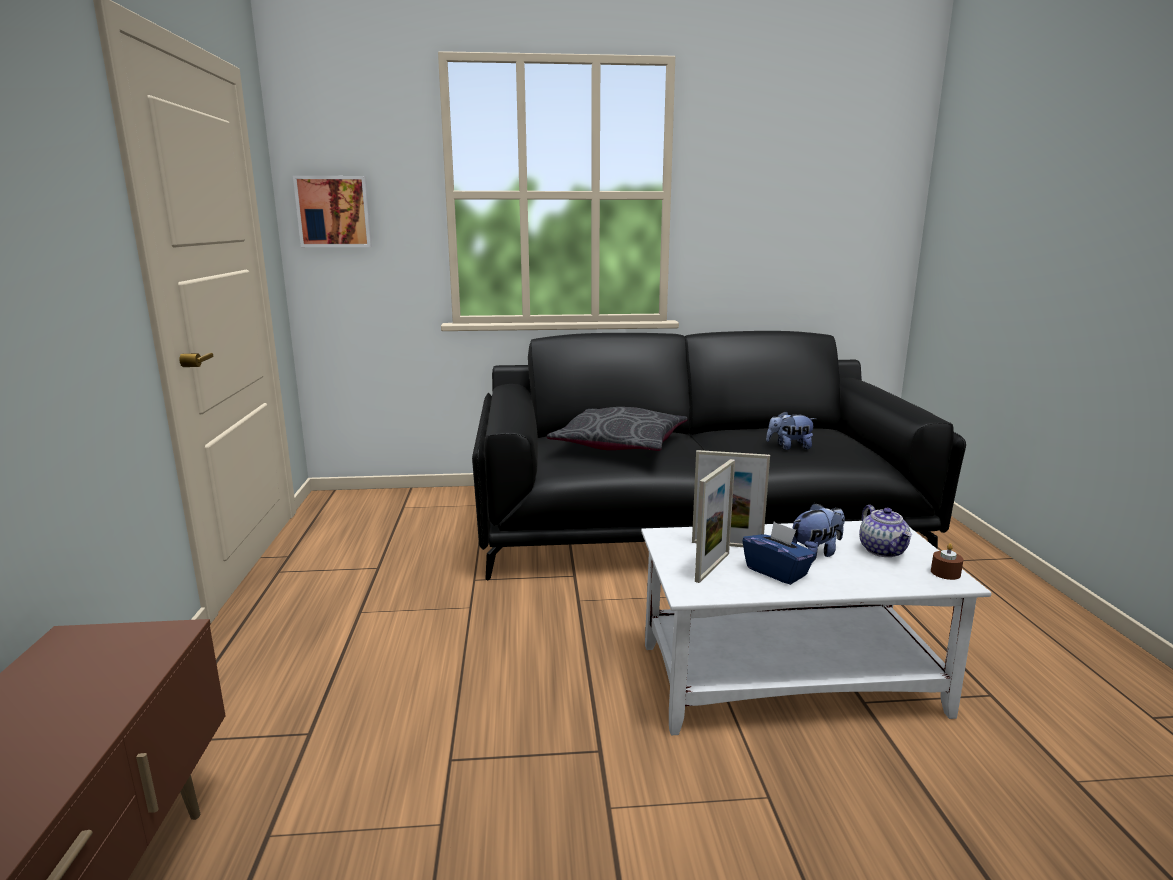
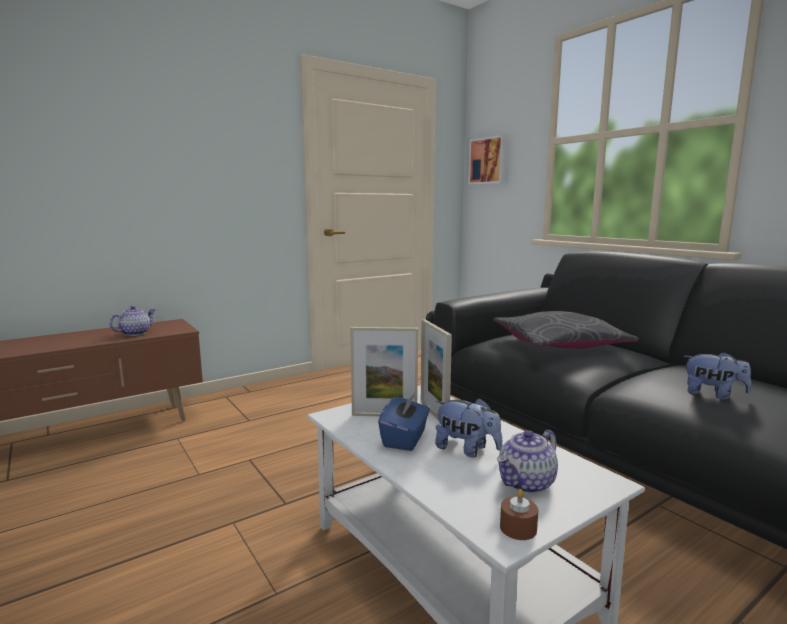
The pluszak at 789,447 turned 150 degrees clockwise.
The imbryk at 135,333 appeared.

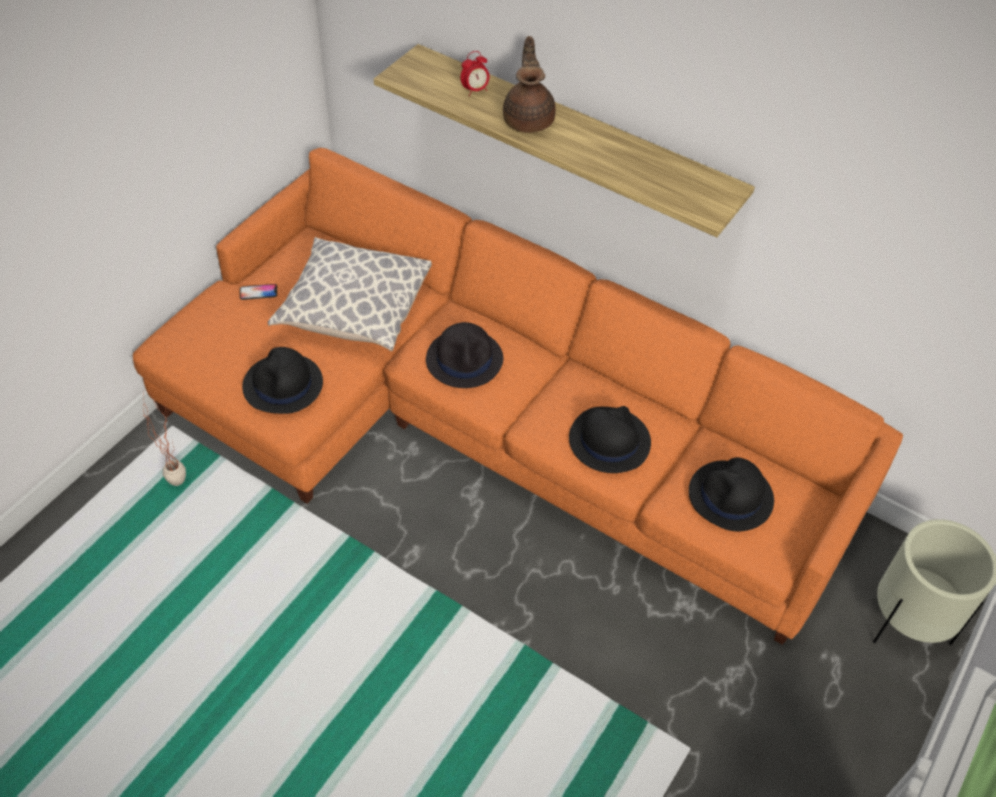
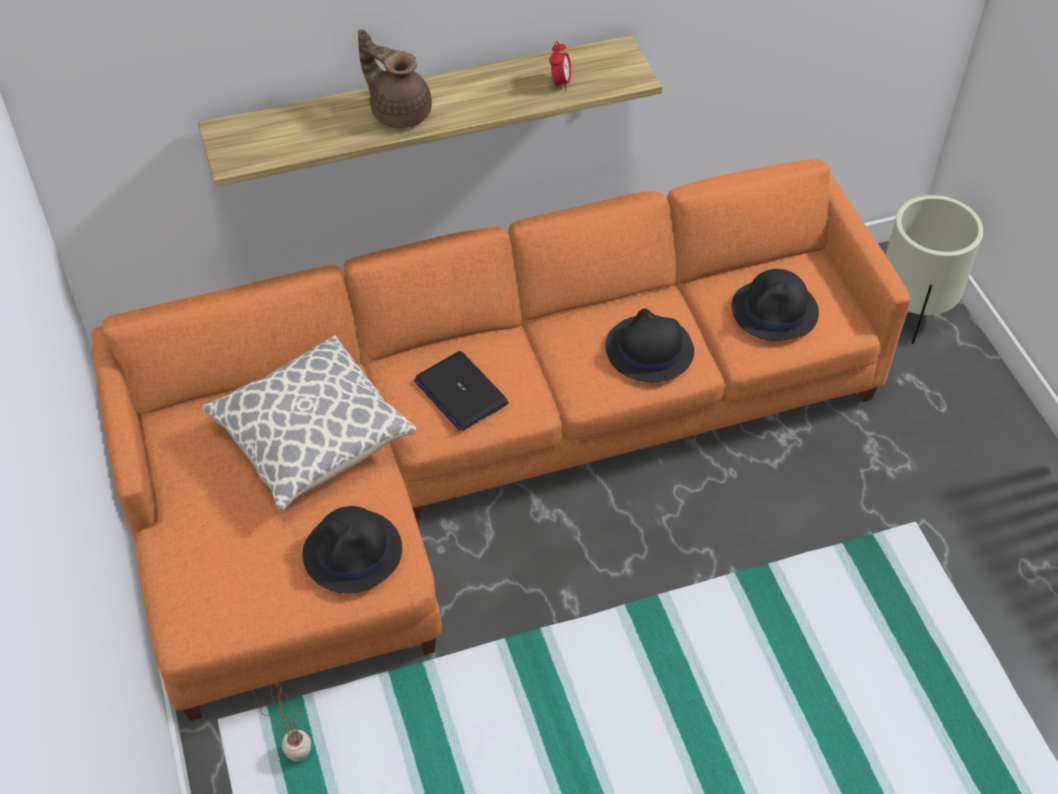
The budzik moved from 475,90 to 560,83.
The telefon at 258,292 disappeared.
The kapelusz (czarny) at 465,359 was replaced by the laptop at 460,392.

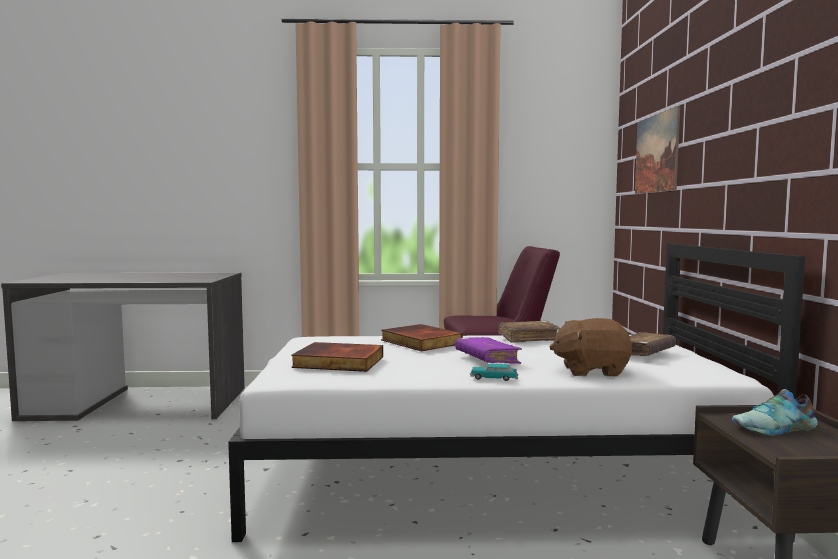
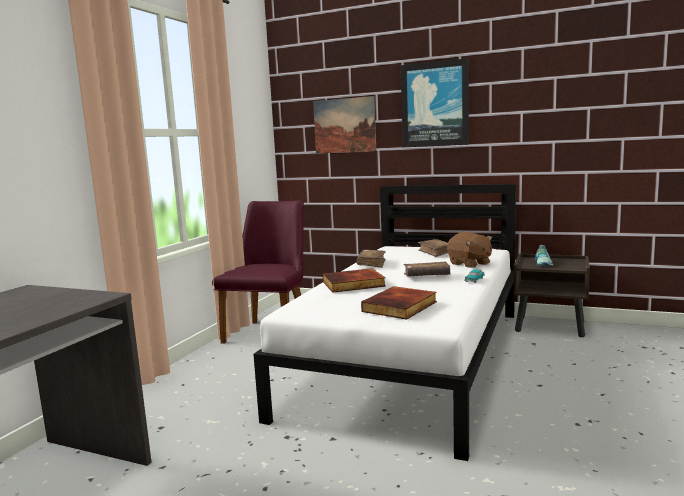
The pluszak (brązowy) at 591,371 turned 60 degrees counterclockwise.
The książka (fioletowy) at 487,359 became the książka (brązowy) at 426,276.
The obraz at 435,104 appeared.

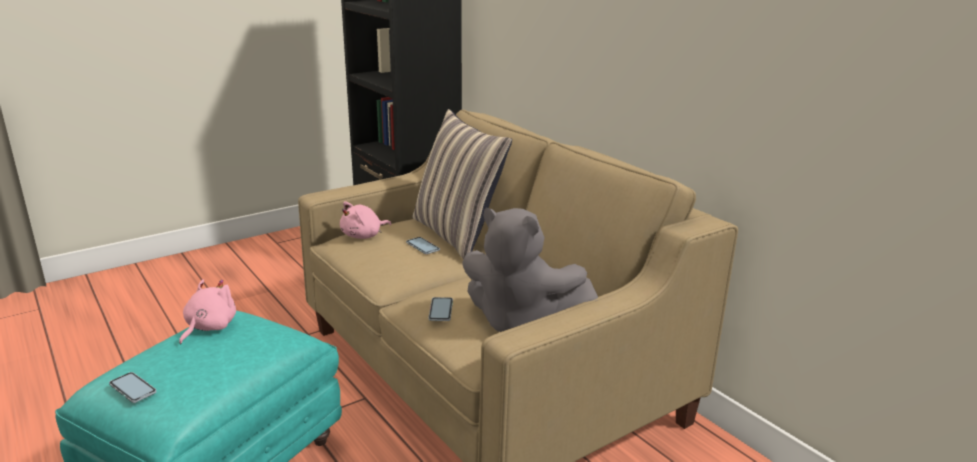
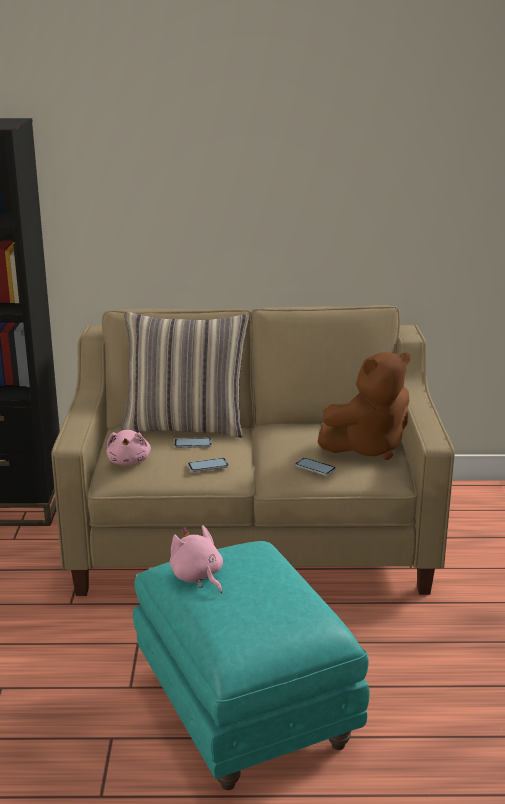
The pluszak (szary) at 521,323 became the pluszak (brązowy) at 368,447.
The telefon moved from 133,388 to 208,465.

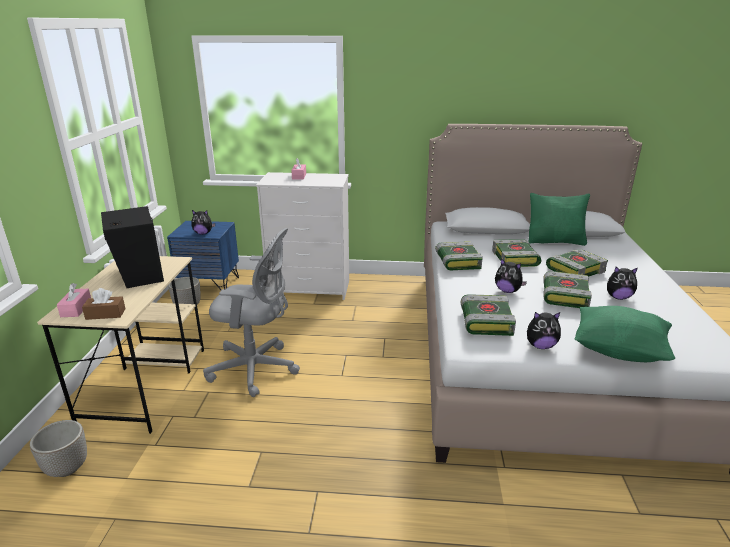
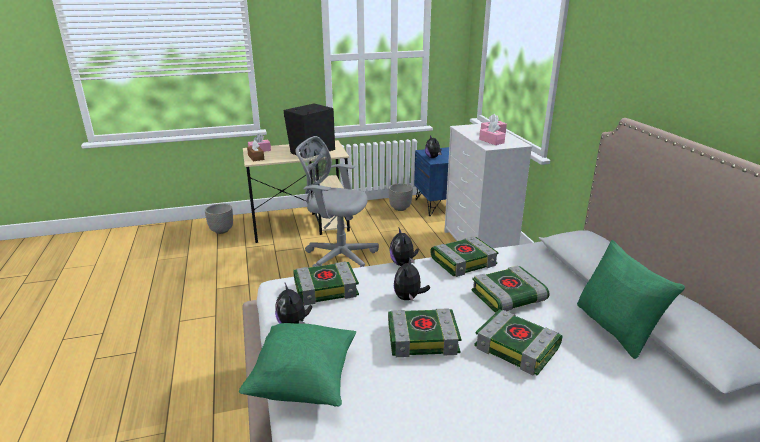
The krzesło biurowe (szary) at 256,369 turned 120 degrees clockwise.
The pluszak moved from 618,297 to 403,264.
The pudełko chusteczek (różowy) at 491,141 appeared.

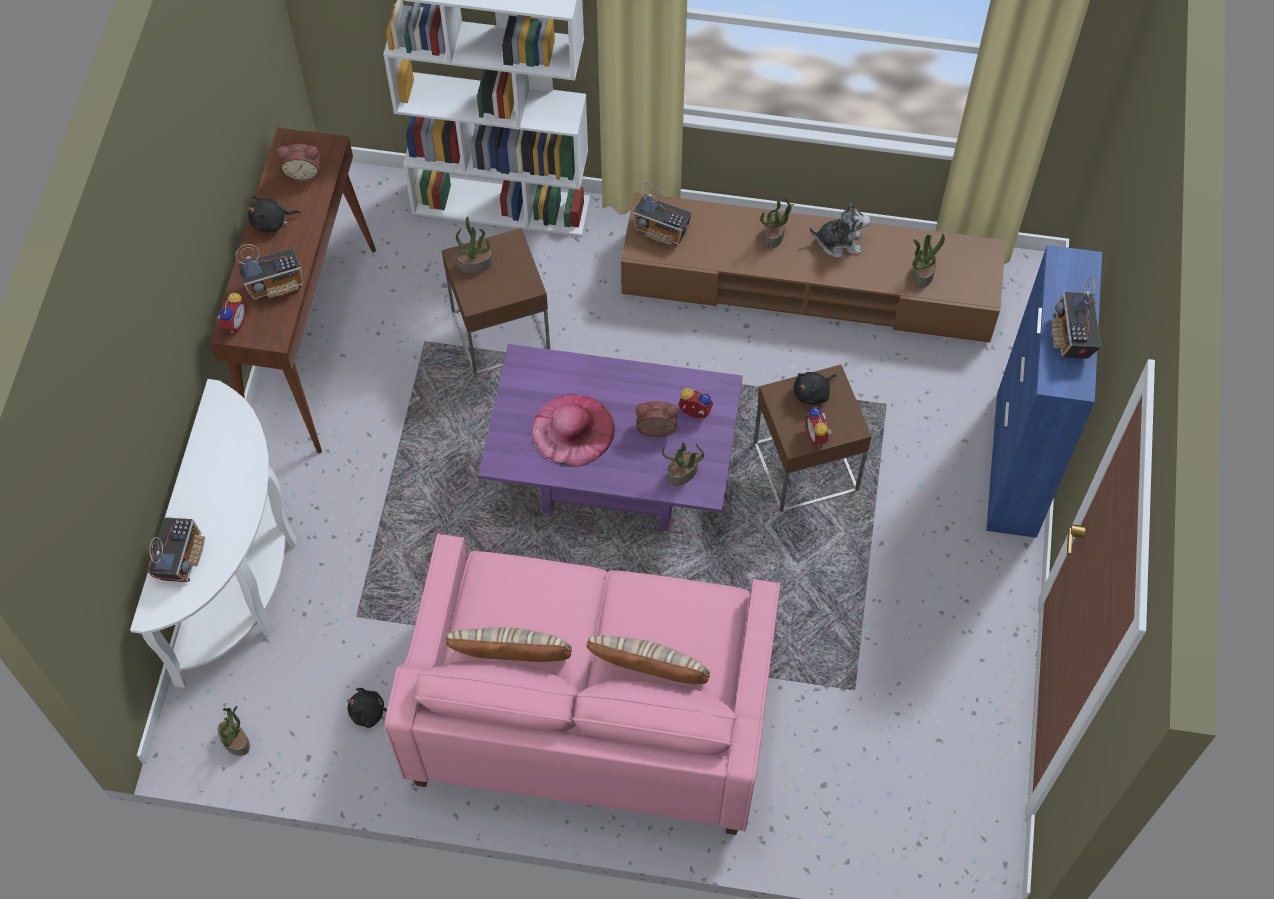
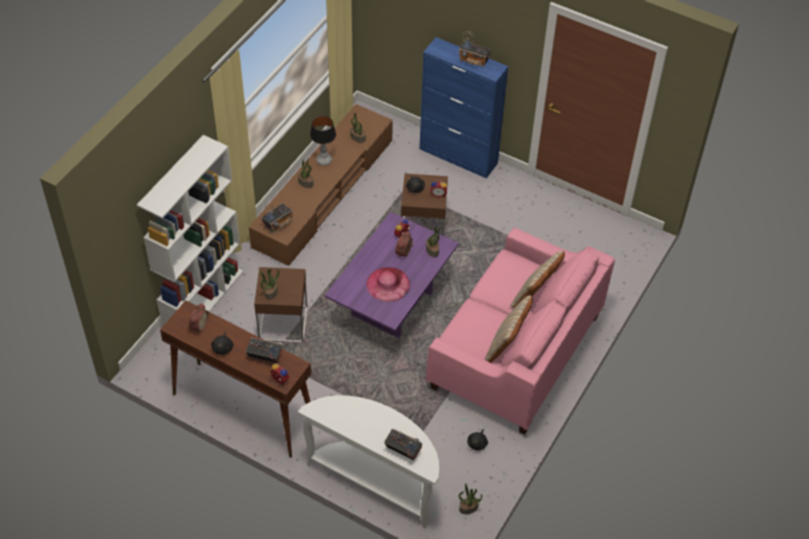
The pluszak at 839,242 was replaced by the lampa stołowa at 323,160.
The radio at 275,284 turned 75 degrees counterclockwise.

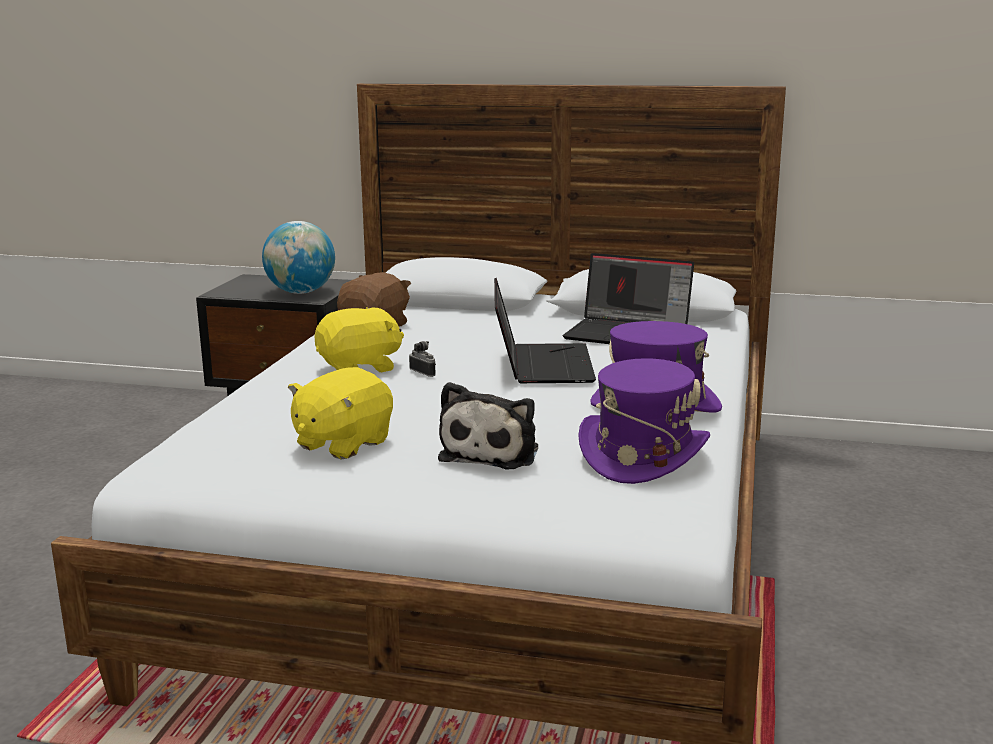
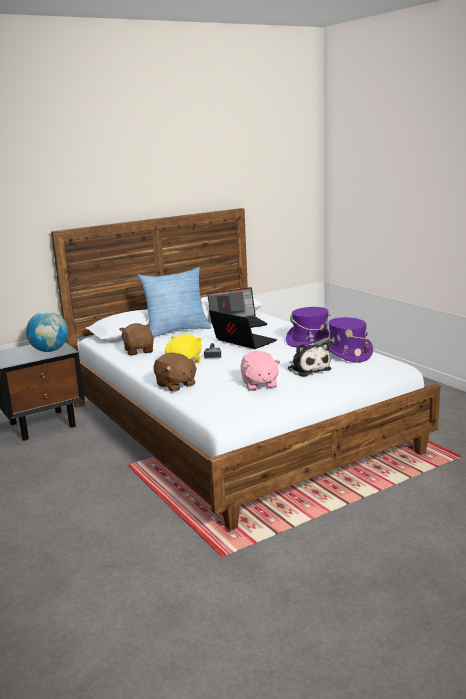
The pluszak (żółty) at 342,444 became the pluszak (różowy) at 259,384.
The poduszka at 176,331 appeared.
The pluszak (brązowy) at 176,385 appeared.

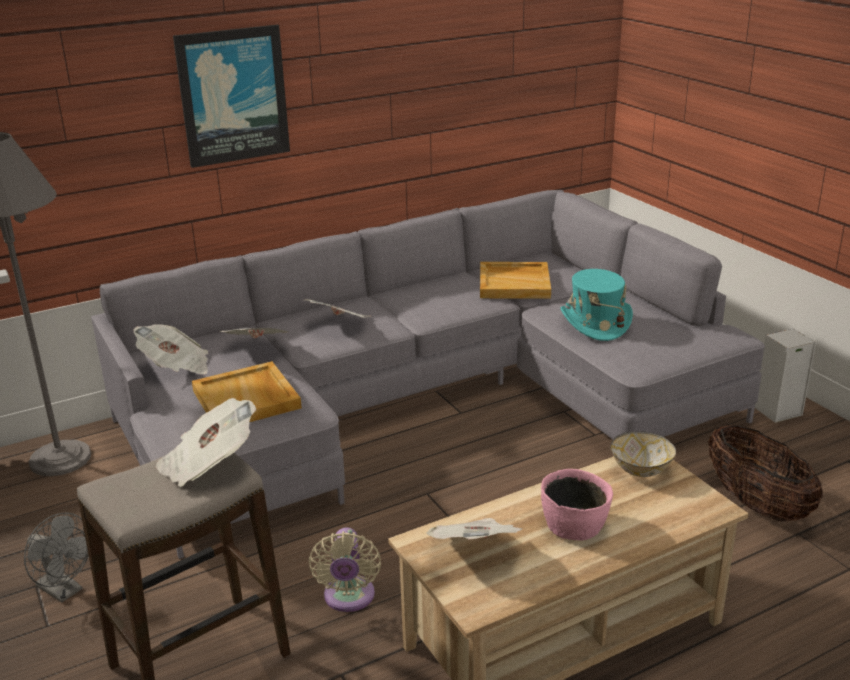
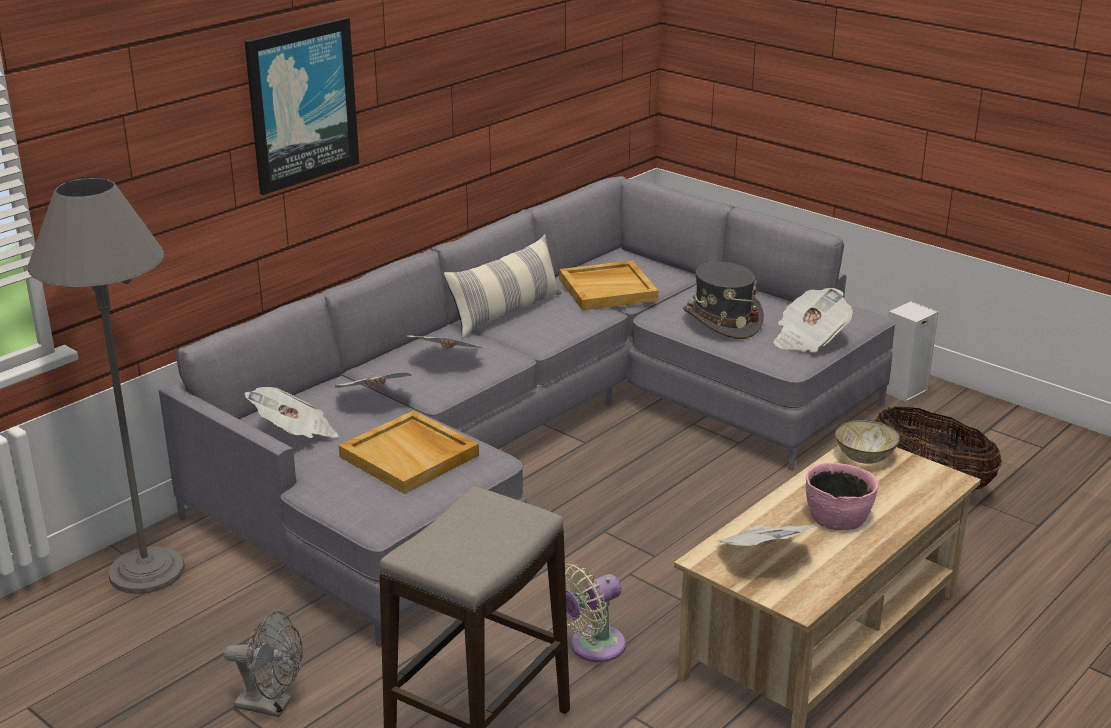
The kapelusz (turkusowy) at 595,323 became the kapelusz (szary) at 722,321.
The gazeta moved from 208,464 to 808,339.
The wentylator (beżowy) at 349,598 turned 75 degrees clockwise.
The poduszka at 506,312 appeared.

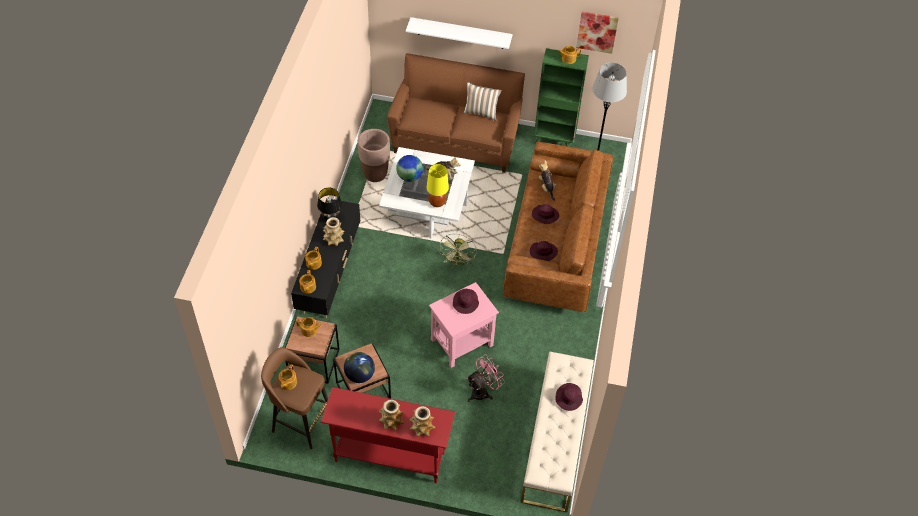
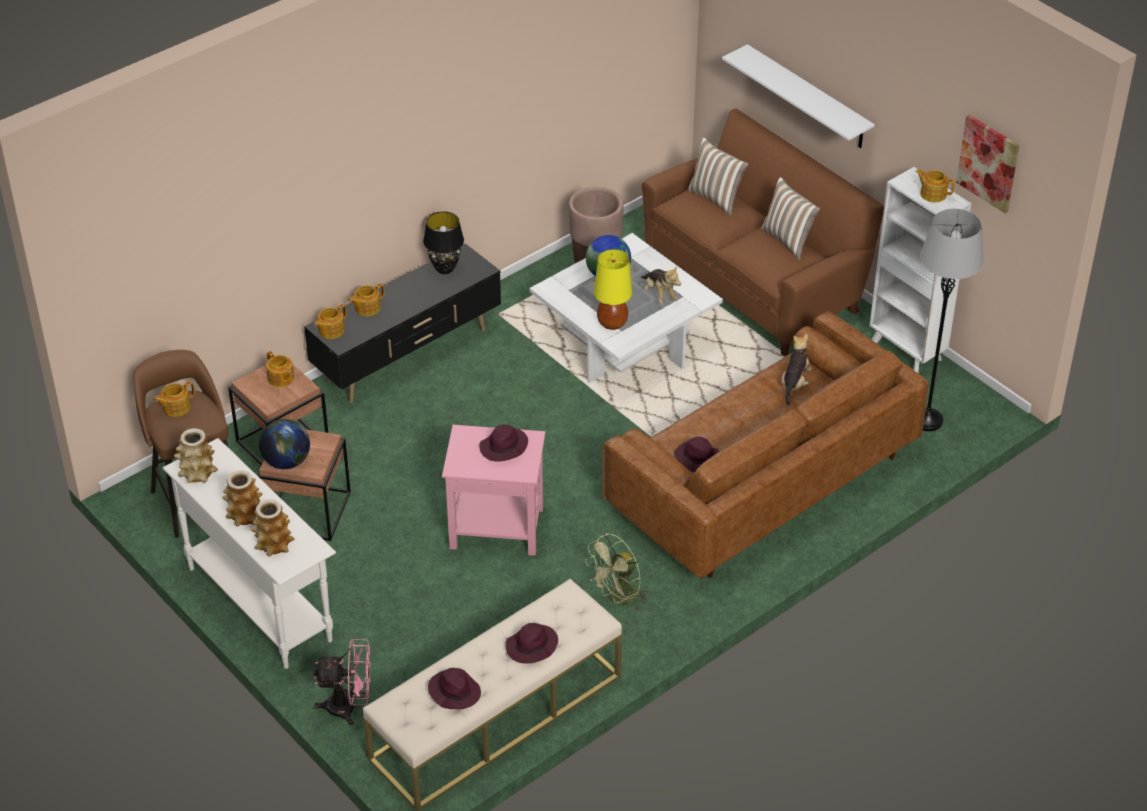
The regał (zielony) at 554,140 became the regał (biały) at 906,352.
The kapelusz (fioletowy) moved from 544,215 to 454,691.
The wazon moved from 334,239 to 197,473.
The wentylator (zielony) moved from 458,263 to 618,599.
The wentylator (różowy) moved from 482,391 to 349,707.
The stolik konsolowy (czerwony) at 389,456 became the stolik konsolowy (biały) at 259,603.
The poduszka at 716,198 appeared.

